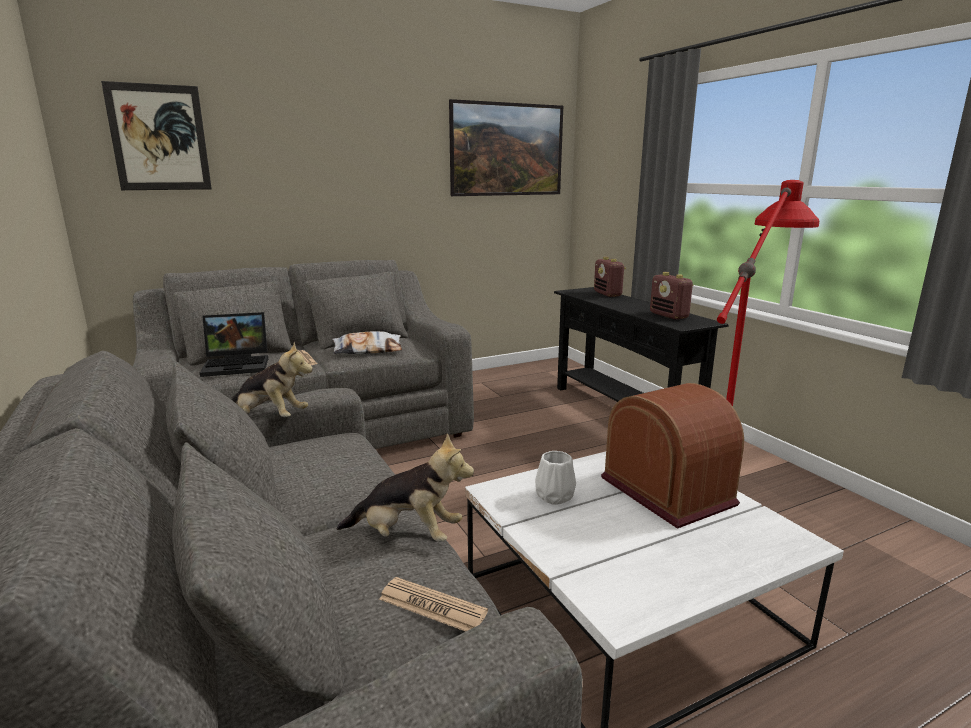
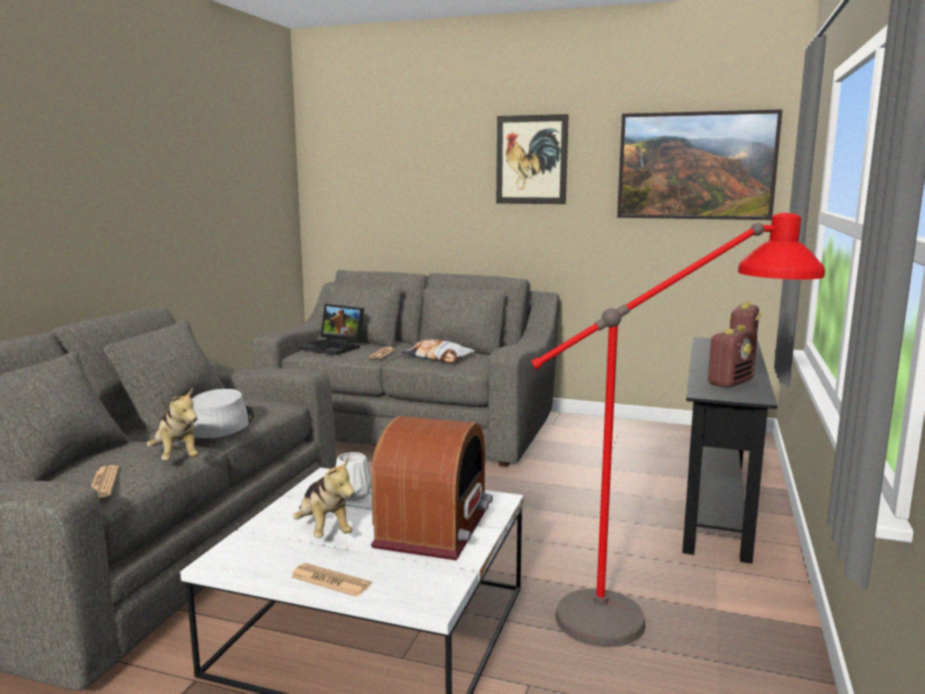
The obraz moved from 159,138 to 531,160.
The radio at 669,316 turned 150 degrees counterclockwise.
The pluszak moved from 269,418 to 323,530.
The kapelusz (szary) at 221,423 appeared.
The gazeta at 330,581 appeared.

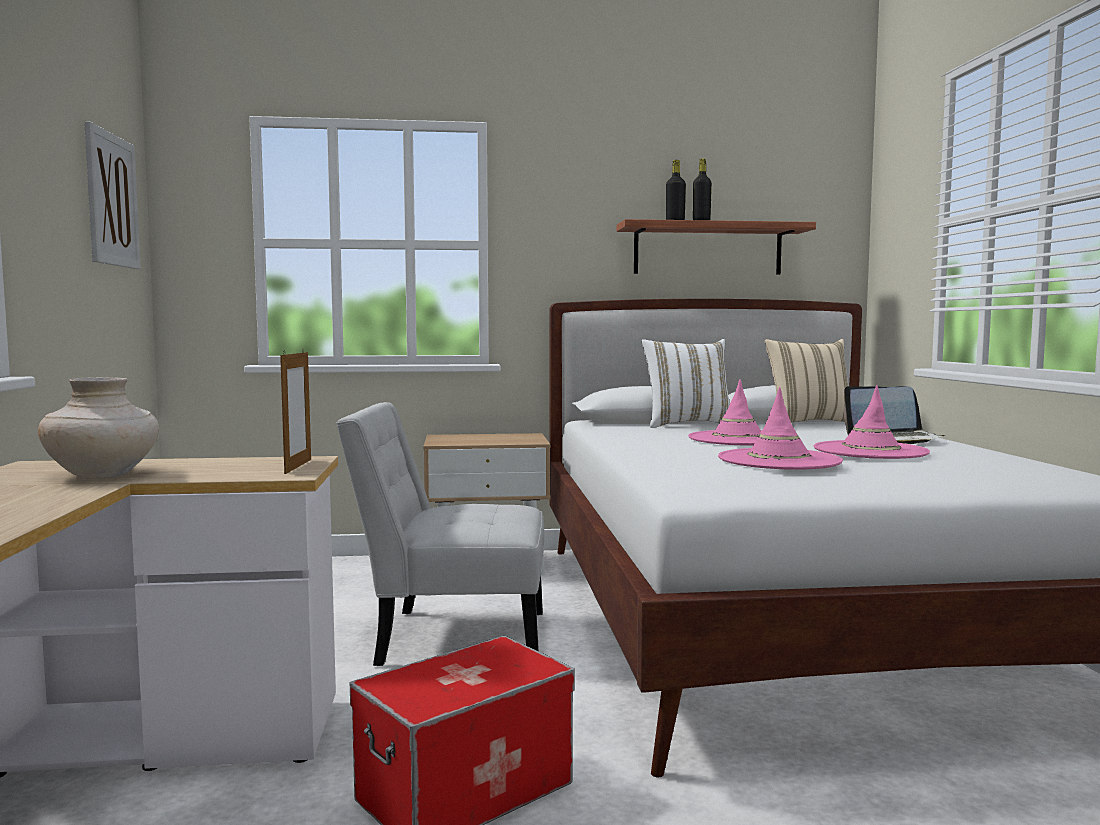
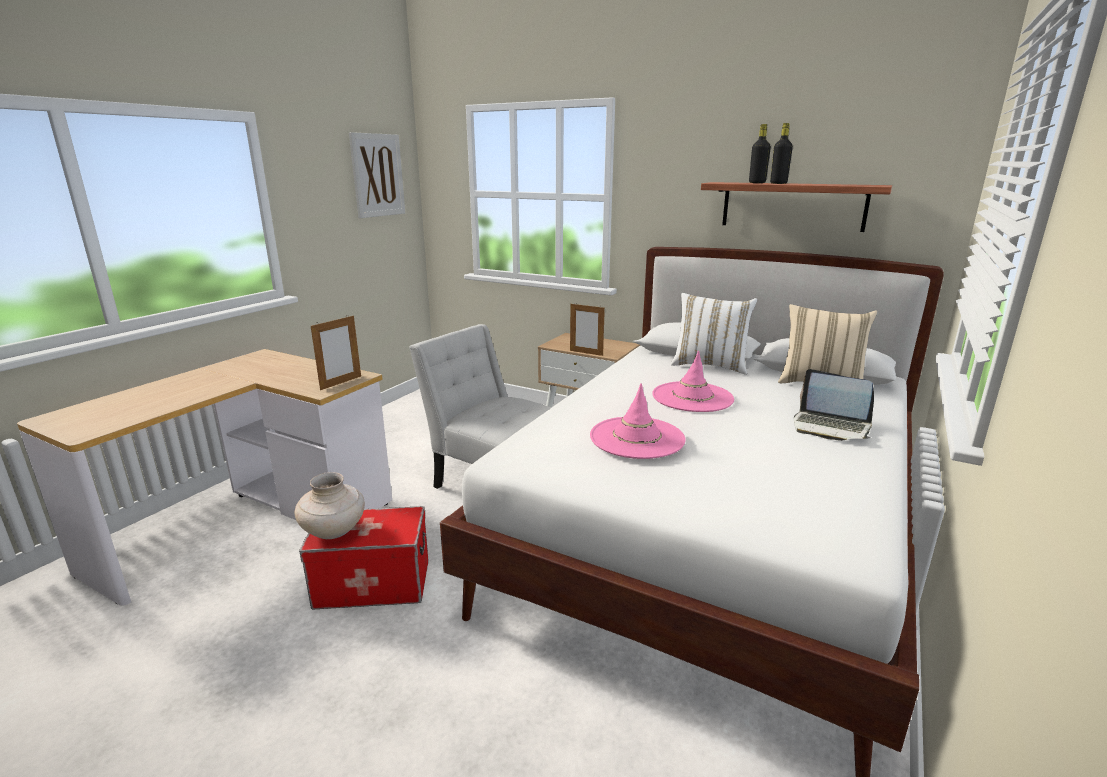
The wazon (beżowy) moved from 103,475 to 334,532.
The kapelusz (różowy) at 870,451 disappeared.
The ramka na zdjęcie at 586,353 appeared.

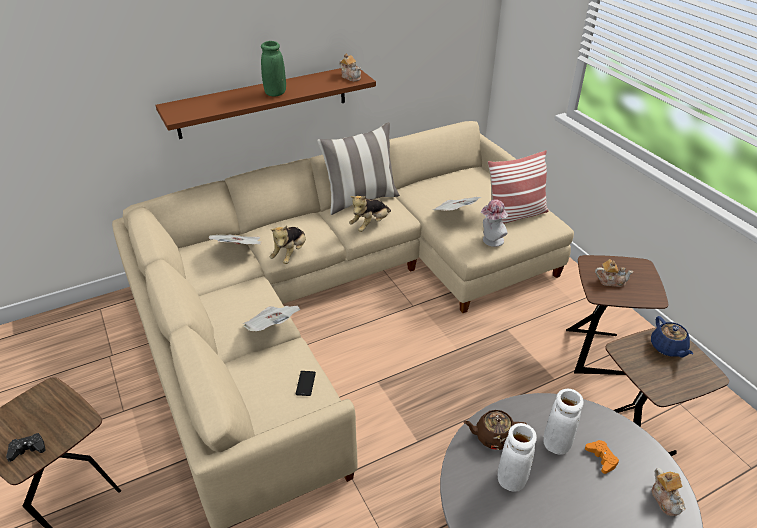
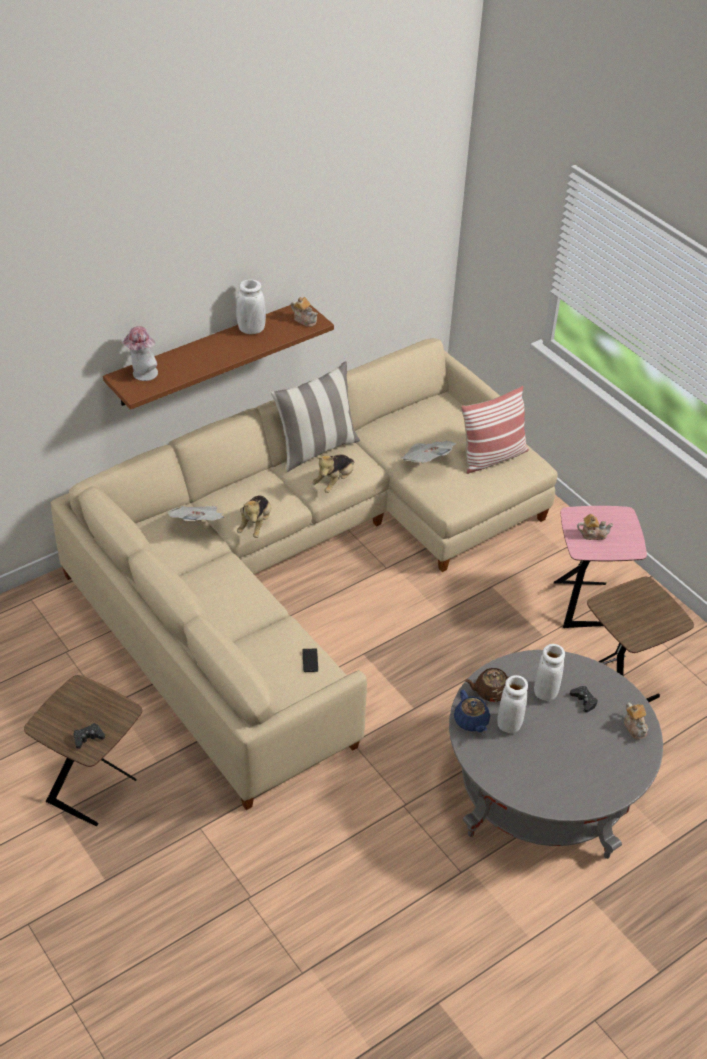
The wazon (zielony) at 275,93 disappeared.
The kapelusz moved from 491,241 to 142,374.
The stolik (brązowy) at 597,352 became the stolik (różowy) at 586,604.
The gazeta at 272,328 disappeared.
The imbryk (niebieski) moved from 668,348 to 471,721.
The pad do gier (pomarańczowy) at 601,458 became the pad do gier (czarny) at 583,701.
The wazon (biały) at 251,329 appeared.

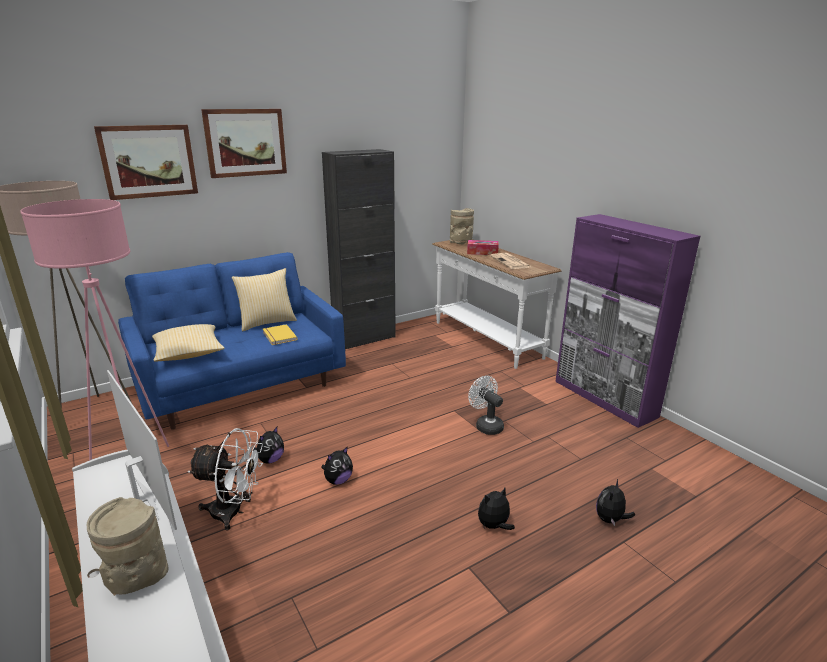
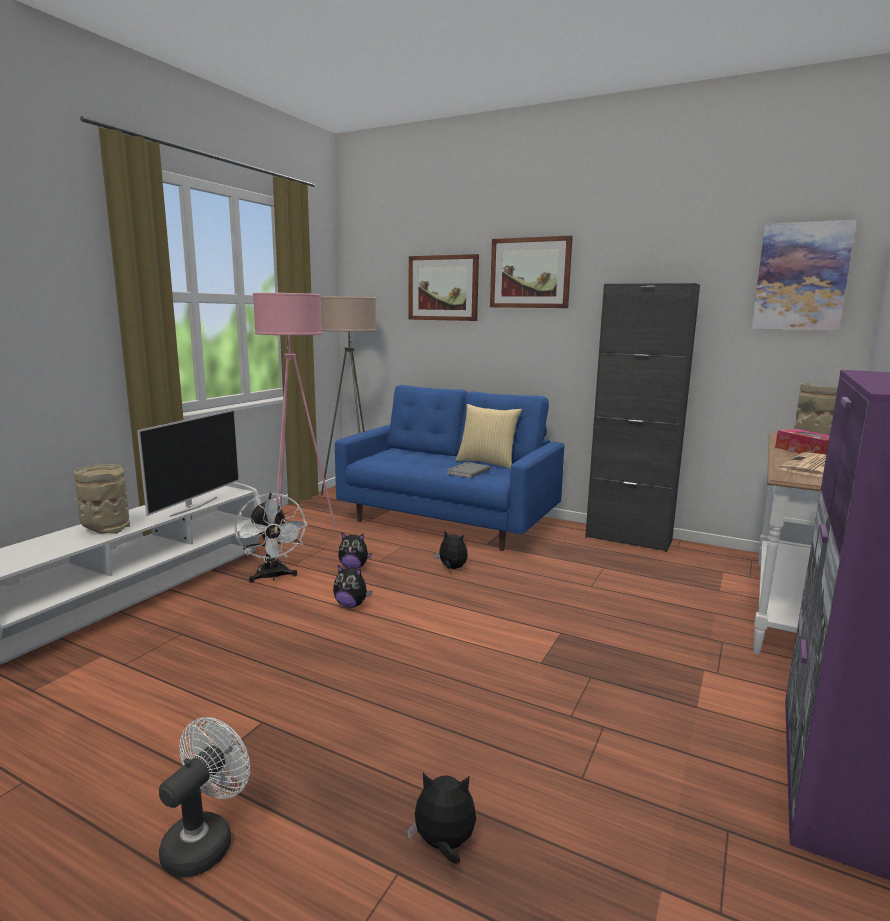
The poduszka at 189,354 disappeared.
The książka (żółty) at 278,336 became the książka (szary) at 467,471.
The wentylator (biały) moved from 486,425 to 205,840.
The pluszak moved from 494,526 to 451,568.
The obraz at 801,277 appeared.

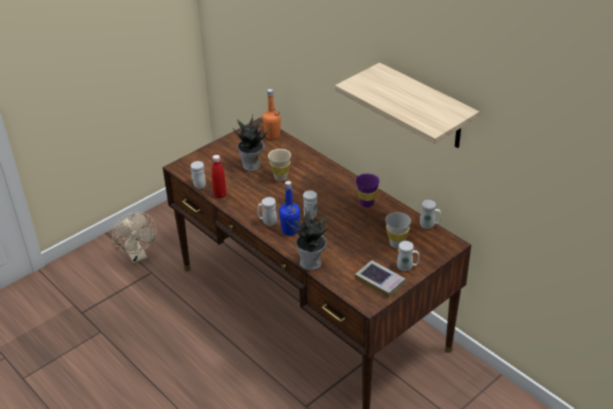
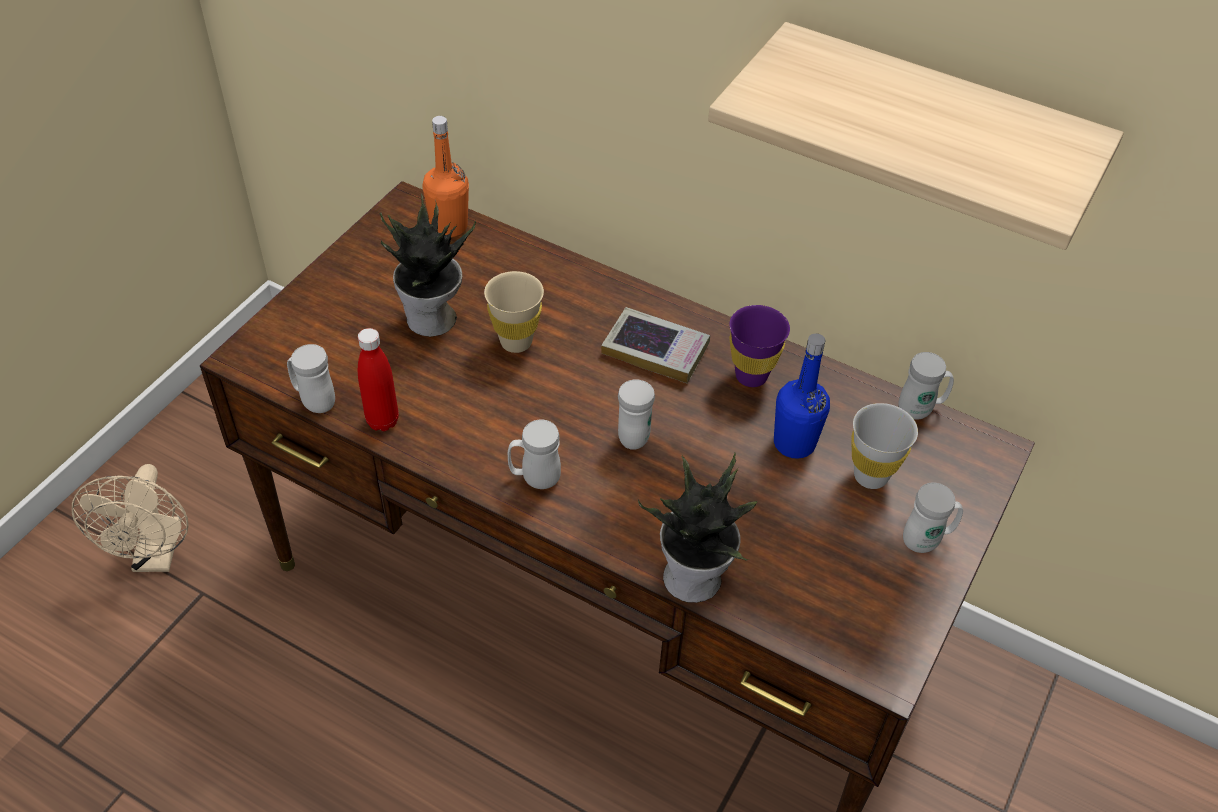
The butelka (niebieski) moved from 290,230 to 794,443.
The wentylator (beżowy) at 138,256 turned 45 degrees clockwise.
The książka moved from 380,281 to 655,350.

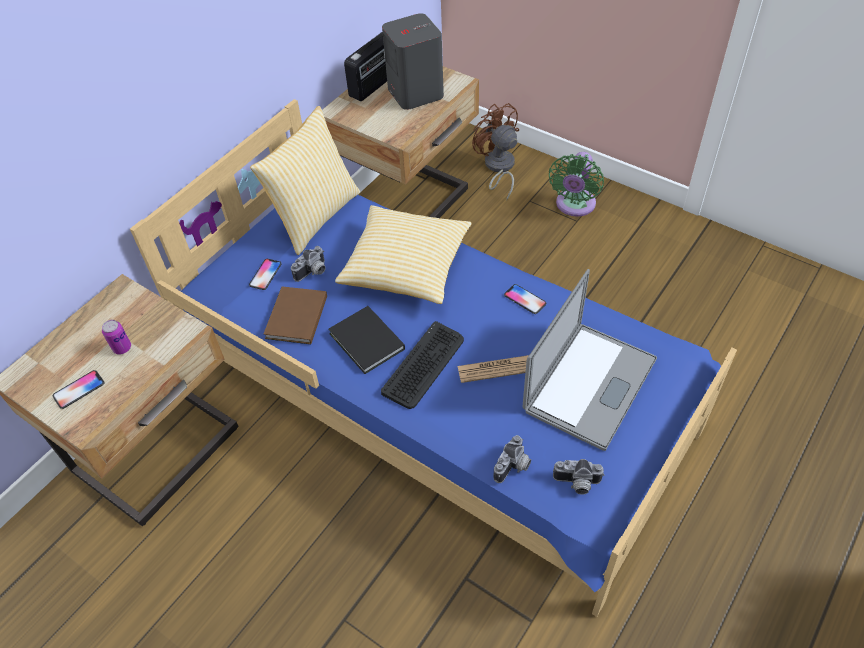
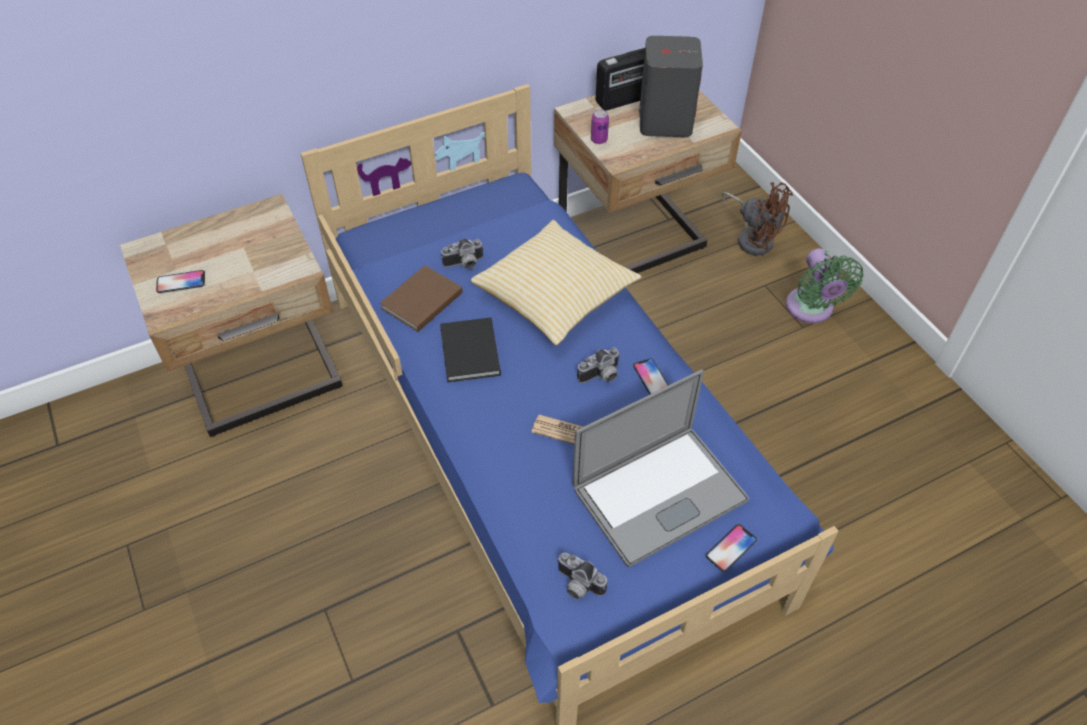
The wentylator (brązowy) at 498,168 turned 135 degrees clockwise.
The poduszka at 315,216 disappeared.
The wentylator (zielony) at 574,206 turned 60 degrees counterclockwise.
The telefon moved from 265,275 to 731,548.
The puszka moved from 122,348 to 599,140.
The klawiatura at 424,365 disappeared.
The aparat fotograficzny moved from 514,467 to 601,376.

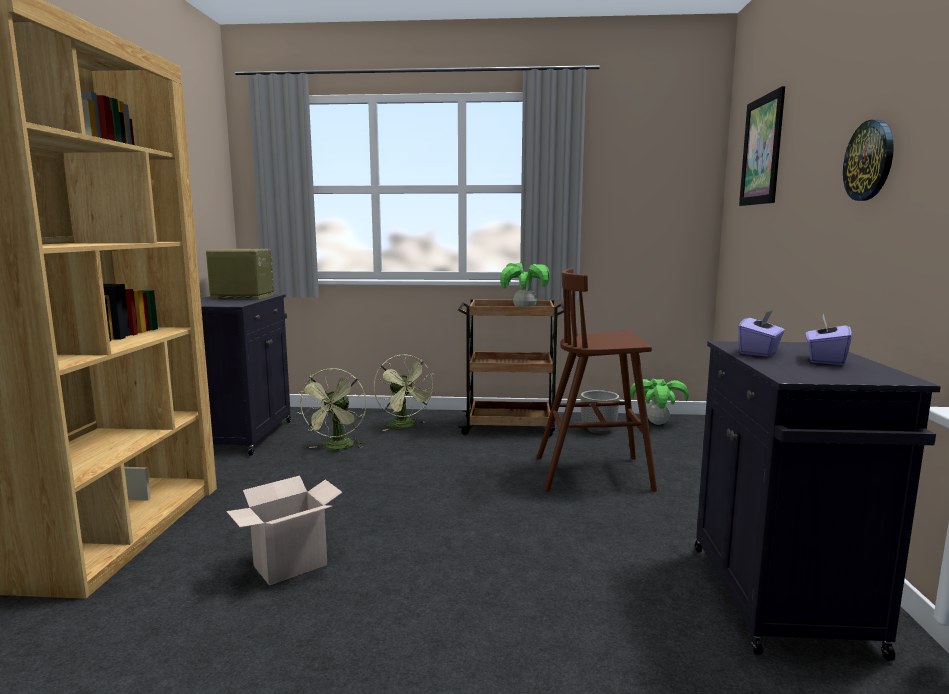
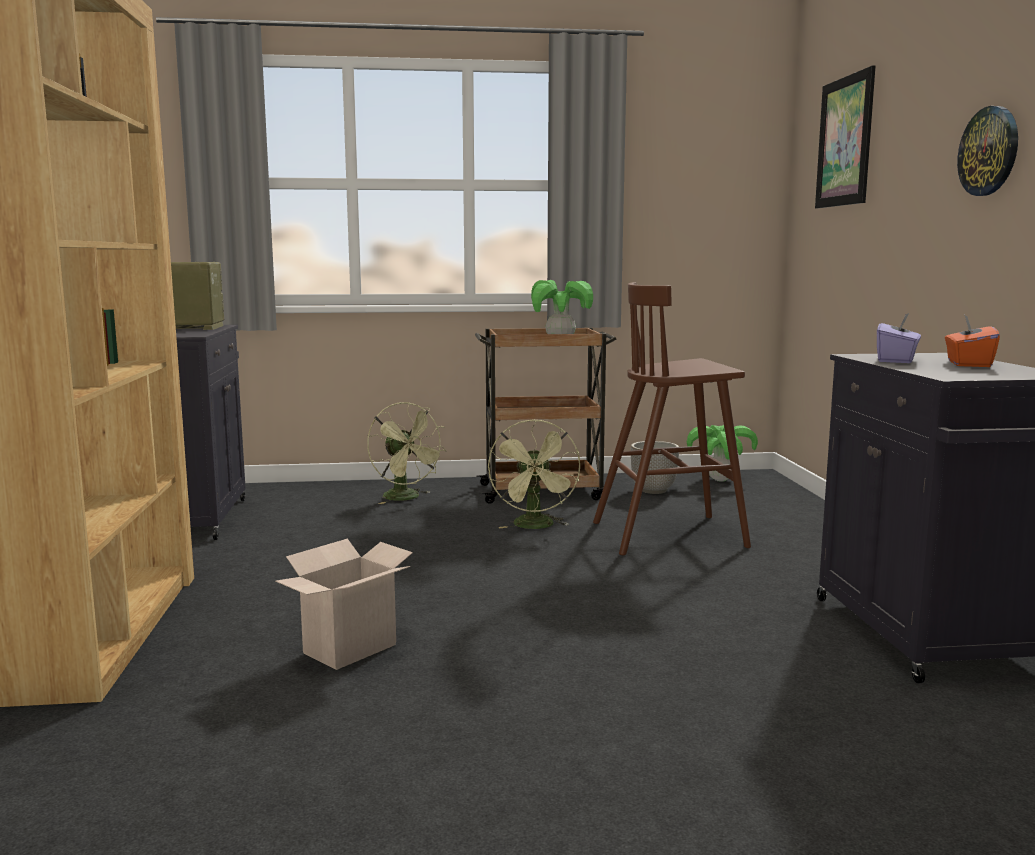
The pudełko chusteczek (fioletowy) at 824,360 became the pudełko chusteczek (pomarańczowy) at 968,364.
The wentylator (zielony) moved from 337,448 to 536,527.

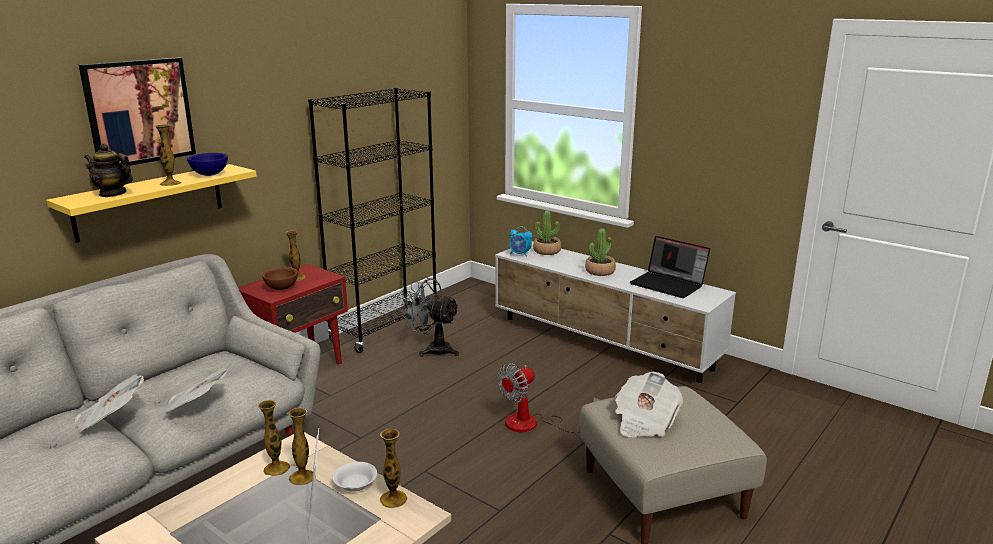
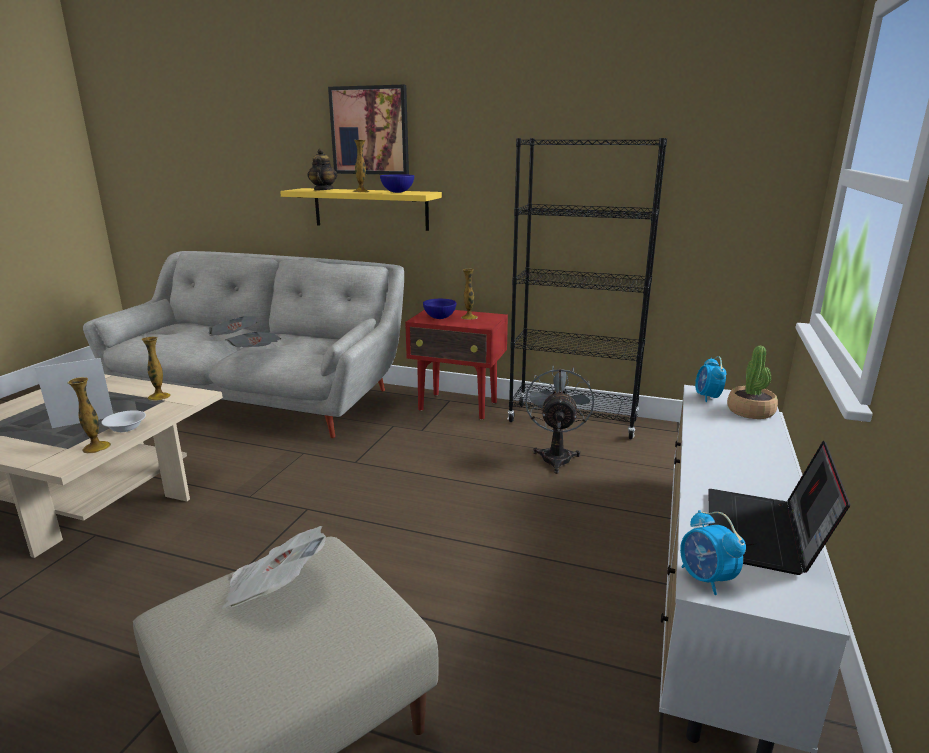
The roślina doniczkowa at 600,271 disappeared.
The miska (brązowy) at 281,288 became the miska (niebieski) at 439,318.
The wentylator at 533,424 disappeared.
The wazon at 302,477 disappeared.
The budzik at 706,579 appeared.

